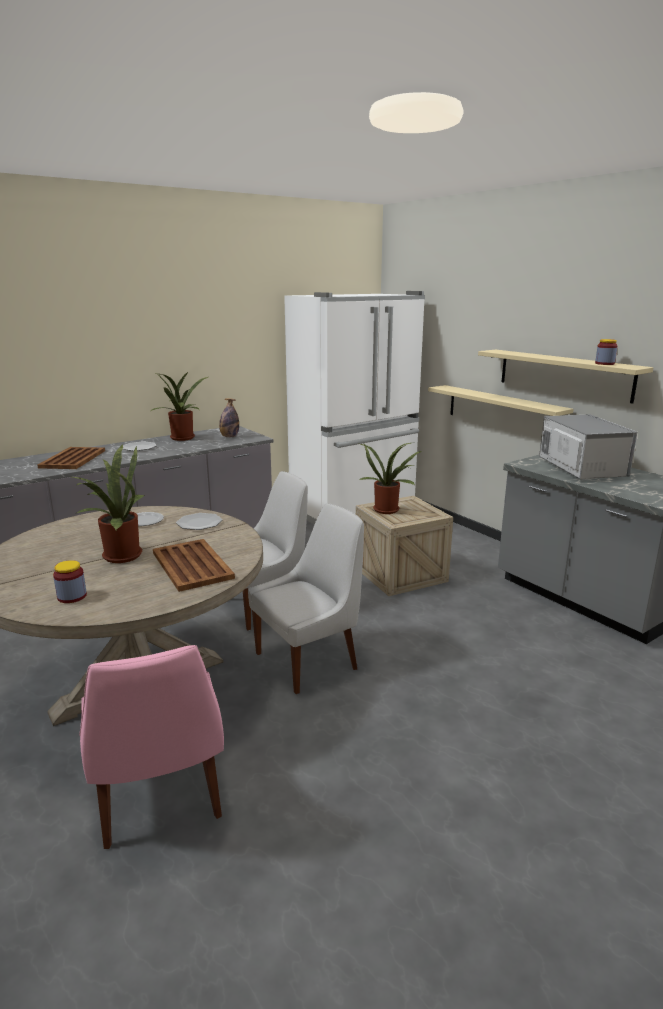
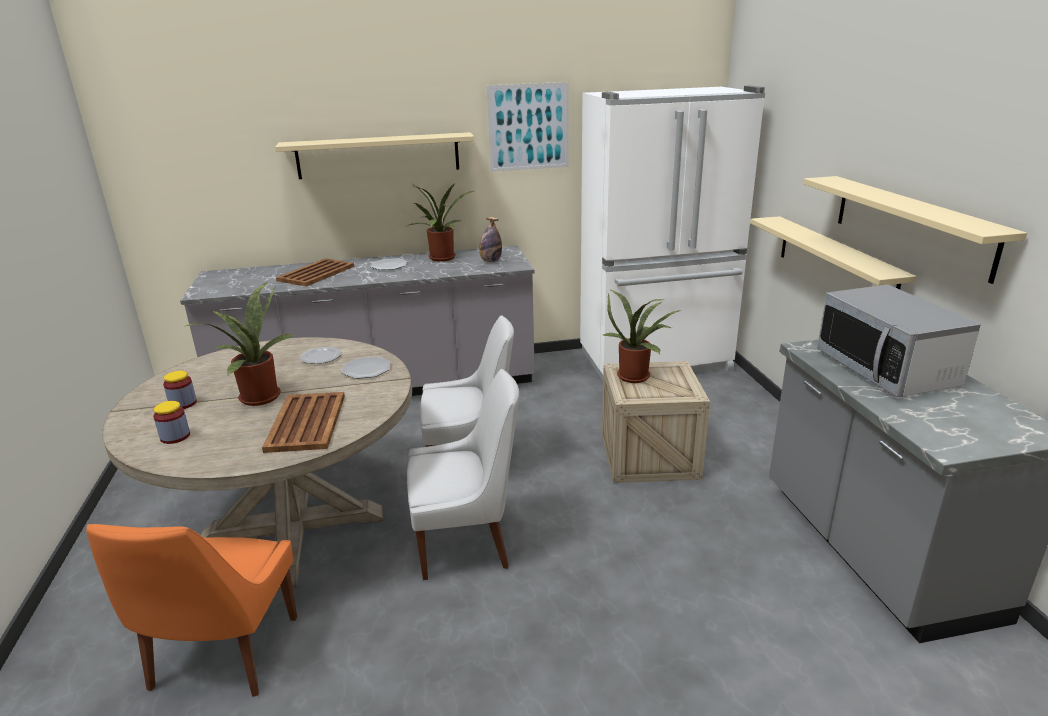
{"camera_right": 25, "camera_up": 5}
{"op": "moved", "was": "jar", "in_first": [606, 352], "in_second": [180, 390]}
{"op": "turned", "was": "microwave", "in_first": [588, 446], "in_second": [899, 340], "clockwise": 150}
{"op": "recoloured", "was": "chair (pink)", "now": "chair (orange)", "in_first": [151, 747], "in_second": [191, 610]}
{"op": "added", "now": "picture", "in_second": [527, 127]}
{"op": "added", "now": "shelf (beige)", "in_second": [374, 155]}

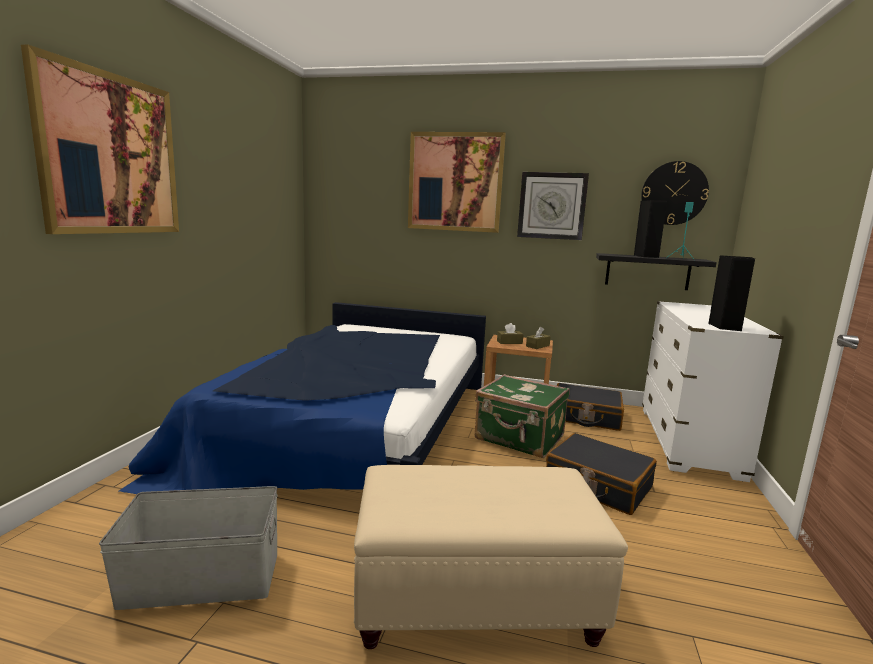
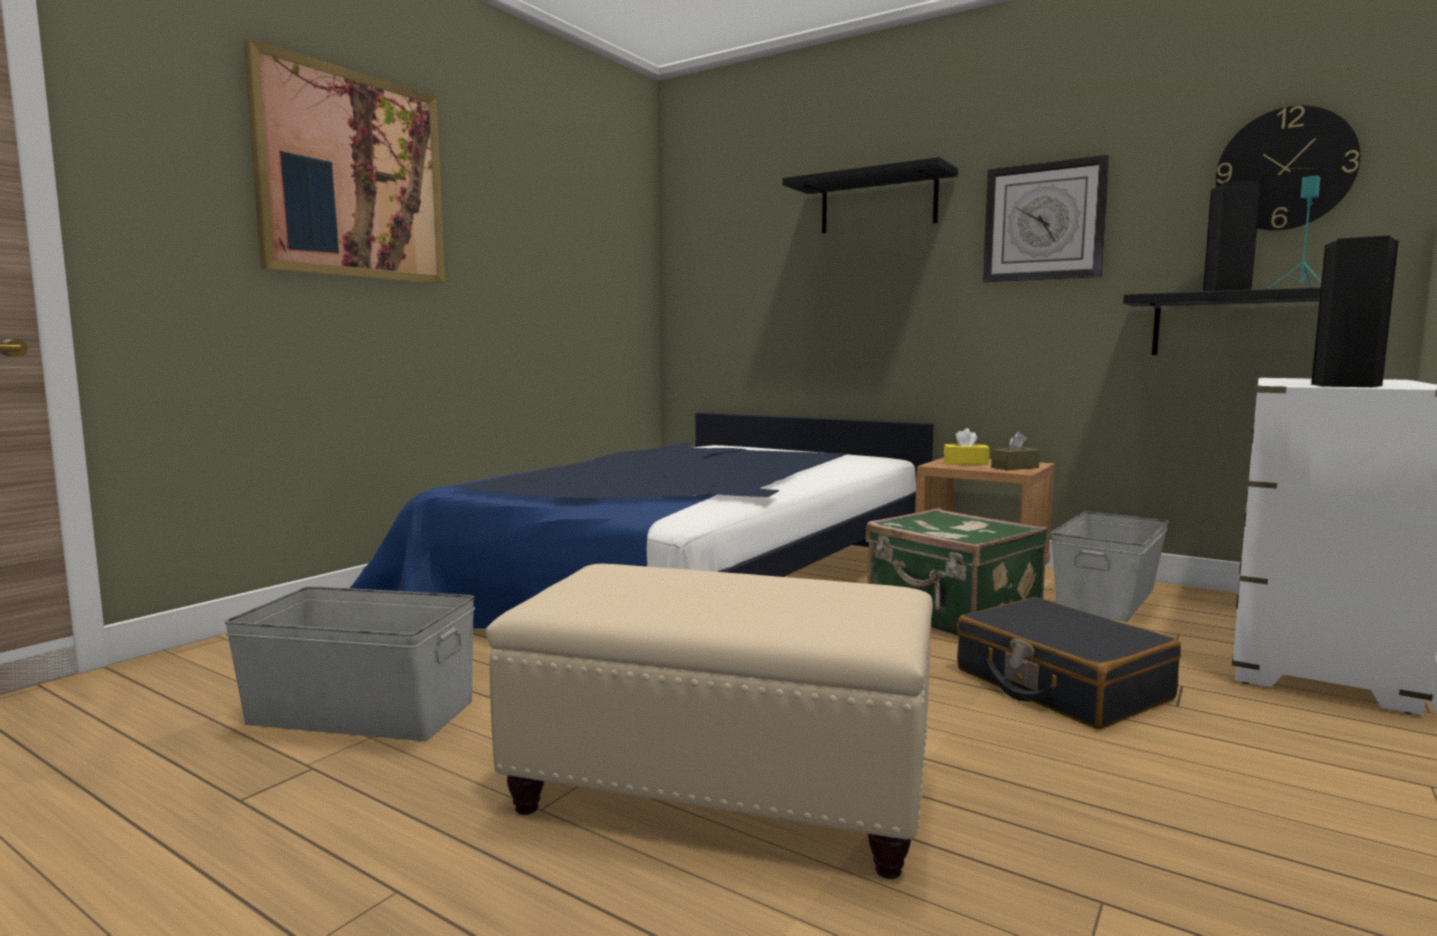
{"camera_right": 20, "camera_up": -5}
{"op": "replaced", "was": "picture", "now": "shelf (black)", "in_first": [457, 182], "in_second": [870, 195]}
{"op": "recoloured", "was": "tissue box (brown)", "now": "tissue box (yellow)", "in_first": [510, 333], "in_second": [967, 446]}
{"op": "replaced", "was": "suitcase (black)", "now": "storage box (grey)", "in_first": [590, 407], "in_second": [1110, 567]}

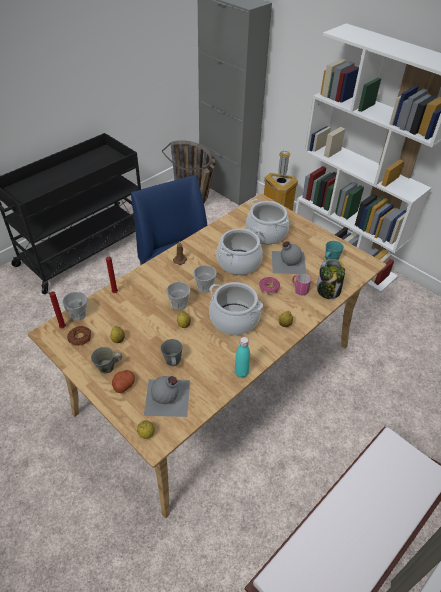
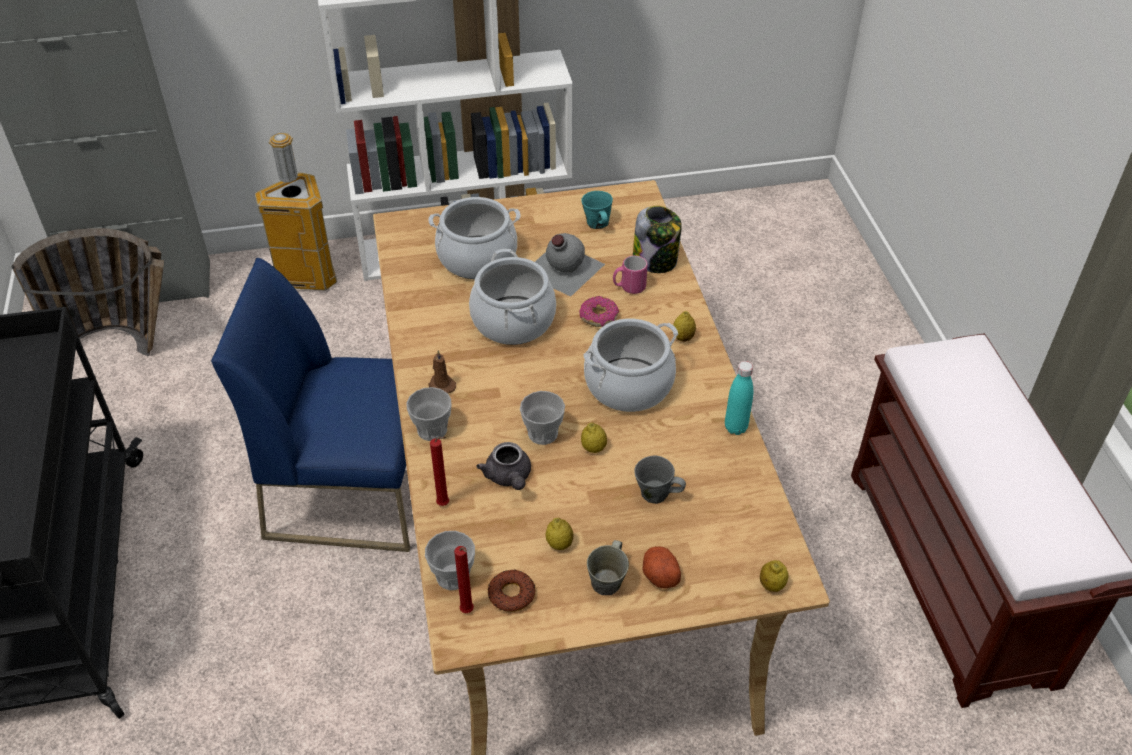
{"camera_right": -55, "camera_up": 0}
{"op": "moved", "was": "cup", "in_first": [204, 279], "in_second": [429, 414]}
{"op": "removed", "was": "bottle (grey)", "in_first": [167, 396]}
{"op": "added", "now": "teapot (grey)", "in_second": [503, 466]}

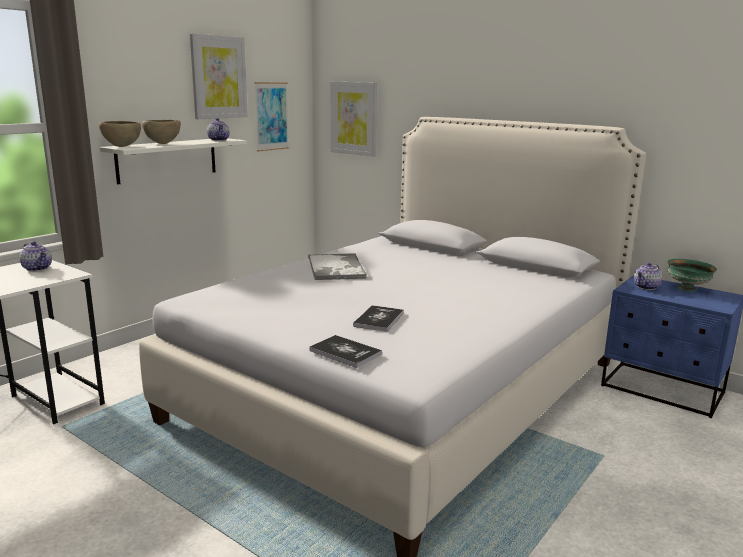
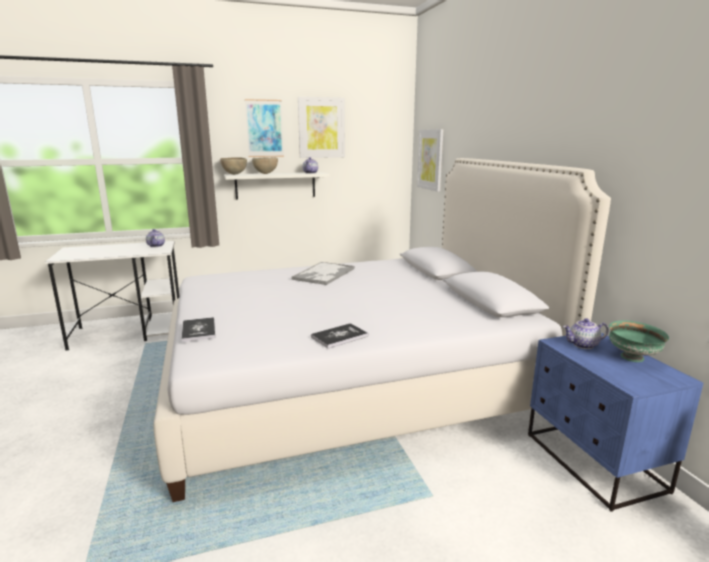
{"camera_right": 35, "camera_up": 0}
{"op": "moved", "was": "picture", "in_first": [271, 116], "in_second": [264, 128]}
{"op": "moved", "was": "book", "in_first": [378, 318], "in_second": [339, 336]}

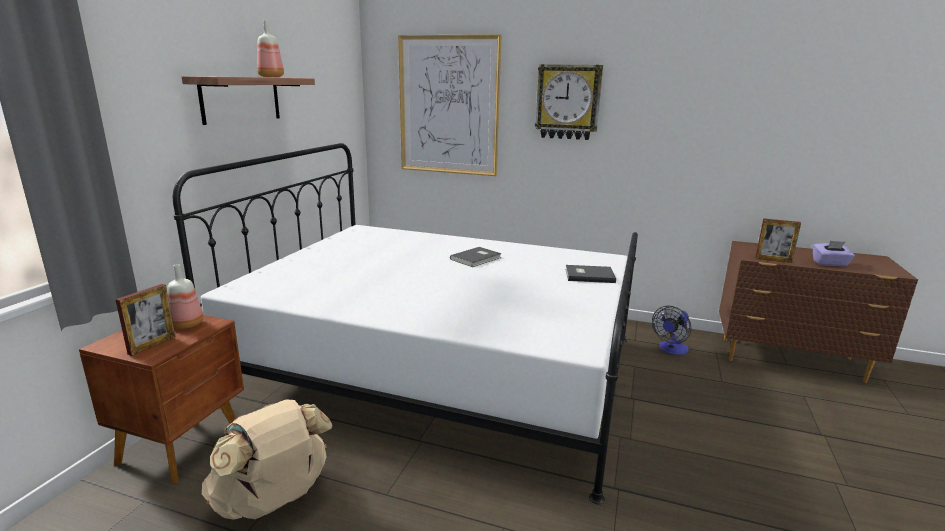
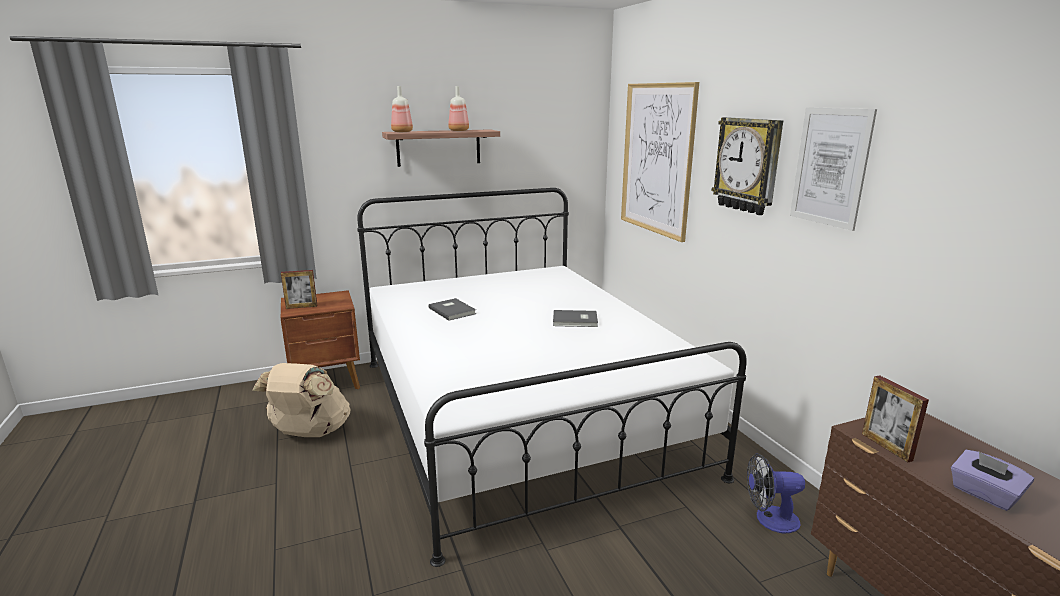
{"camera_right": 50, "camera_up": 0}
{"op": "moved", "was": "bottle", "in_first": [186, 296], "in_second": [402, 109]}
{"op": "moved", "was": "book (grey)", "in_first": [590, 274], "in_second": [452, 309]}
{"op": "added", "now": "picture", "in_second": [833, 169]}

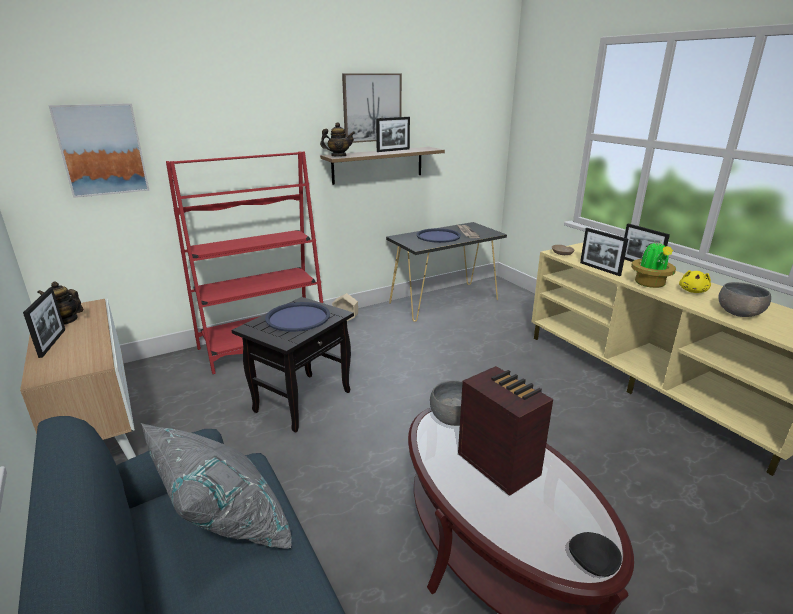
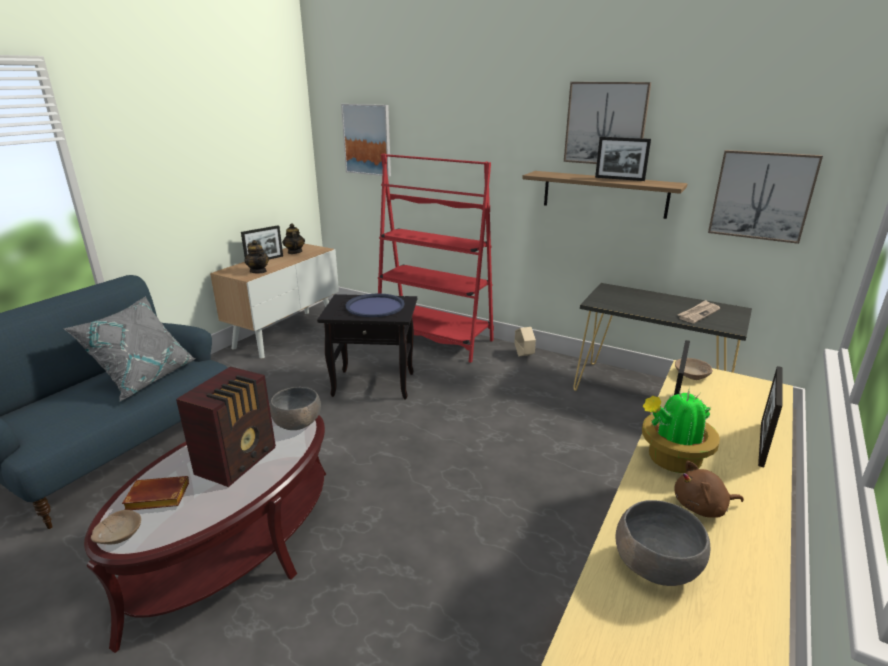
{"camera_right": 60, "camera_up": 0}
{"op": "moved", "was": "teapot", "in_first": [337, 139], "in_second": [256, 256]}
{"op": "removed", "was": "tray (blue)", "in_first": [438, 235]}
{"op": "recoloured", "was": "plush toy (yellow)", "now": "plush toy (brown)", "in_first": [695, 281], "in_second": [709, 489]}
{"op": "recoloured", "was": "bowl (black)", "now": "bowl (beige)", "in_first": [595, 554], "in_second": [116, 527]}
{"op": "added", "now": "picture", "in_second": [765, 197]}
{"op": "added", "now": "book (brown)", "in_second": [155, 493]}

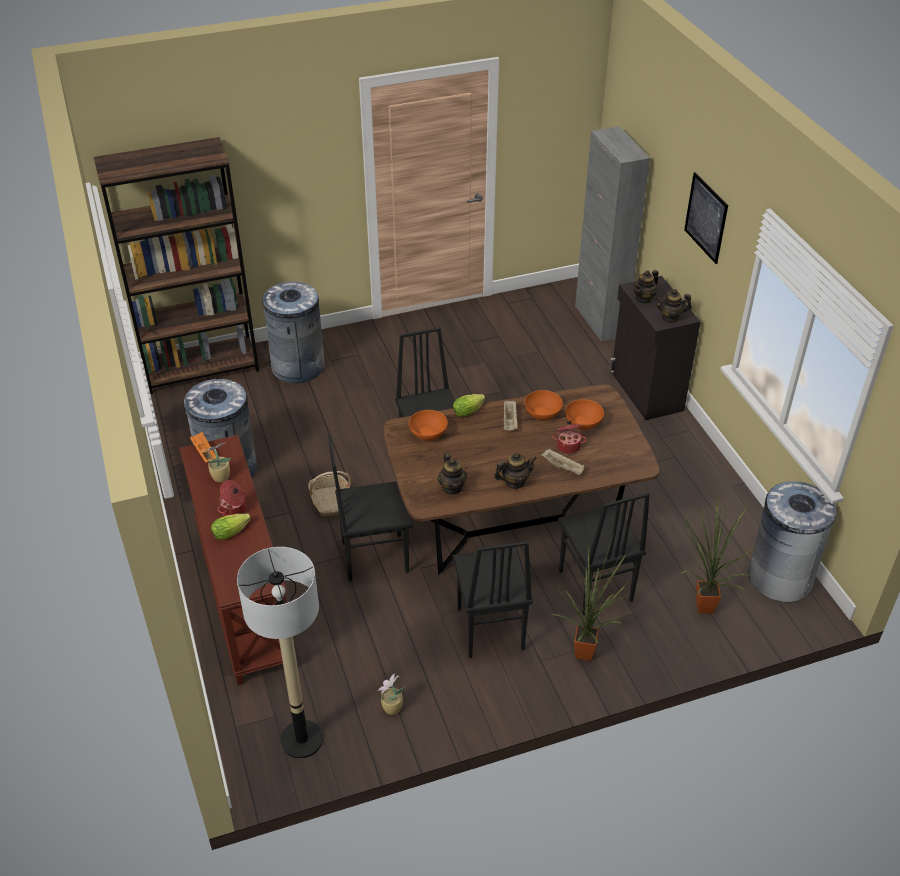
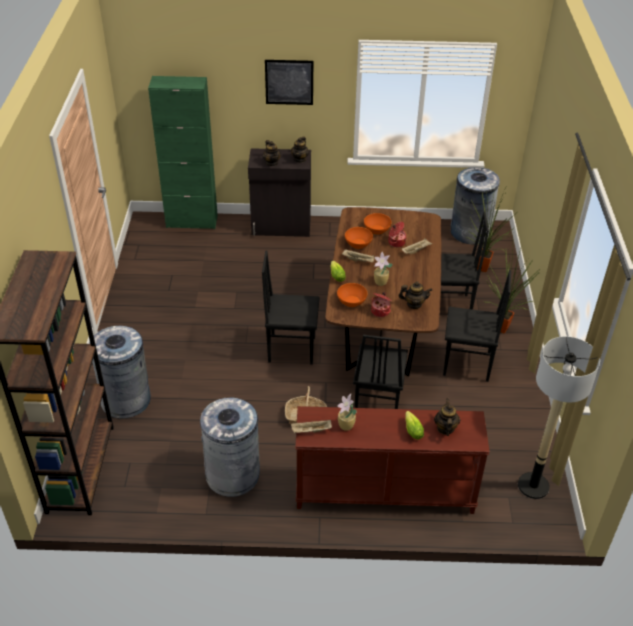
{"camera_right": -70, "camera_up": 0}
{"op": "recoloured", "was": "cabinet (grey)", "now": "cabinet (green)", "in_first": [612, 234], "in_second": [183, 152]}
{"op": "recoloured", "was": "tray (orange)", "now": "tray (beige)", "in_first": [203, 447], "in_second": [311, 426]}
{"op": "moved", "was": "teapot", "in_first": [515, 470], "in_second": [447, 417]}
{"op": "moved", "was": "cooking pot", "in_first": [232, 498], "in_second": [381, 304]}
{"op": "moved", "was": "potted plant", "in_first": [391, 694], "in_second": [383, 268]}

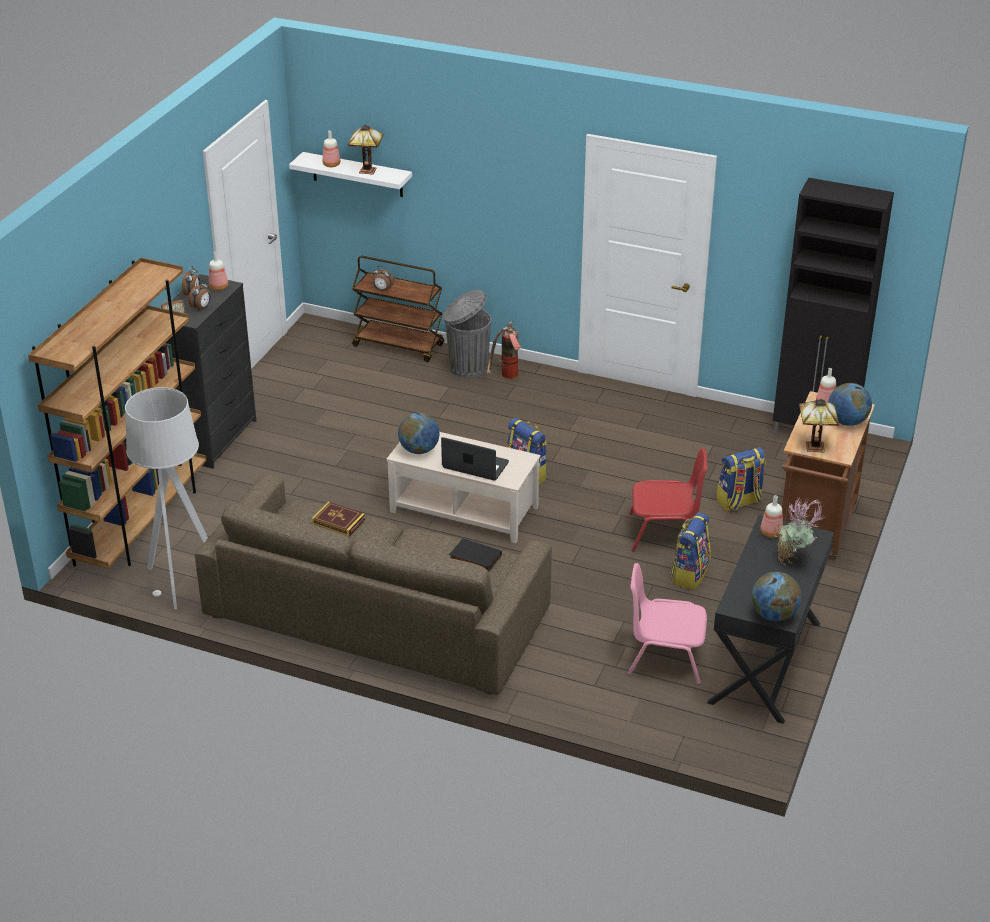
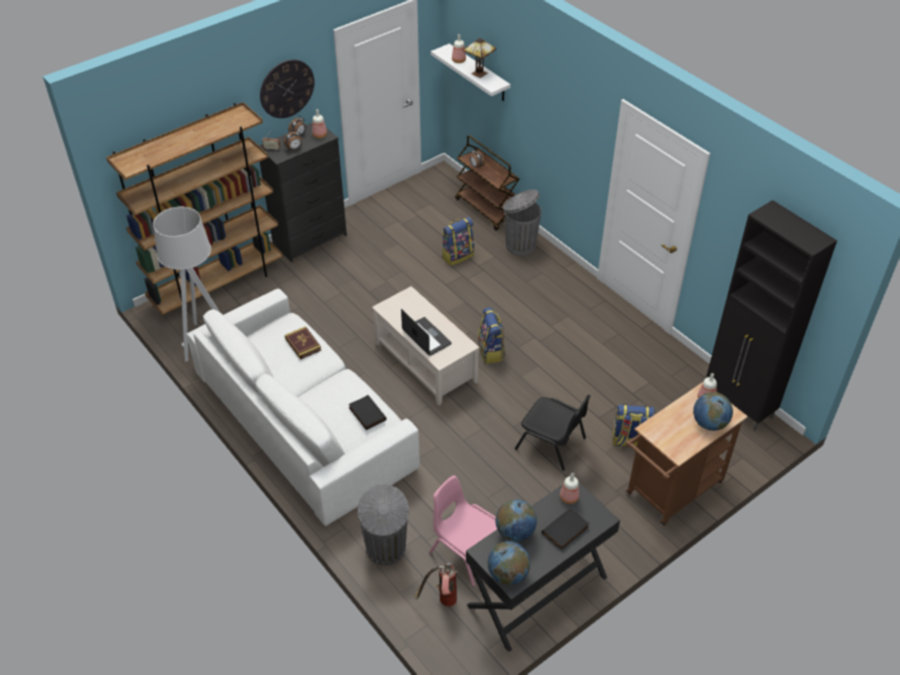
{"camera_right": 30, "camera_up": 10}
{"op": "moved", "was": "fire extinguisher", "in_first": [504, 350], "in_second": [437, 584]}
{"op": "removed", "was": "table lamp", "in_first": [819, 426]}
{"op": "moved", "was": "globe", "in_first": [419, 433], "in_second": [516, 520]}
{"op": "recoloured", "was": "chair (red)", "now": "chair (black)", "in_first": [668, 500], "in_second": [553, 433]}
{"op": "recoloured", "was": "sofa (brown)", "now": "sofa (white)", "in_first": [373, 584], "in_second": [303, 407]}
{"op": "replaced", "was": "potted plant", "now": "book (black)", "in_first": [798, 531], "in_second": [565, 529]}
{"op": "moved", "was": "backpack", "in_first": [690, 551], "in_second": [458, 241]}
{"op": "added", "now": "wall clock", "in_second": [287, 89]}
{"op": "added", "now": "trash can (grey)", "in_second": [383, 525]}

